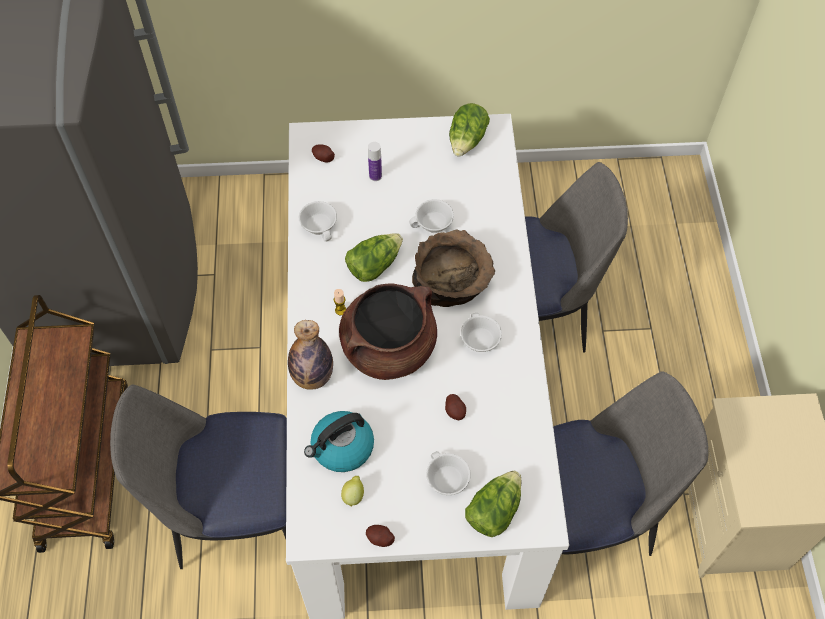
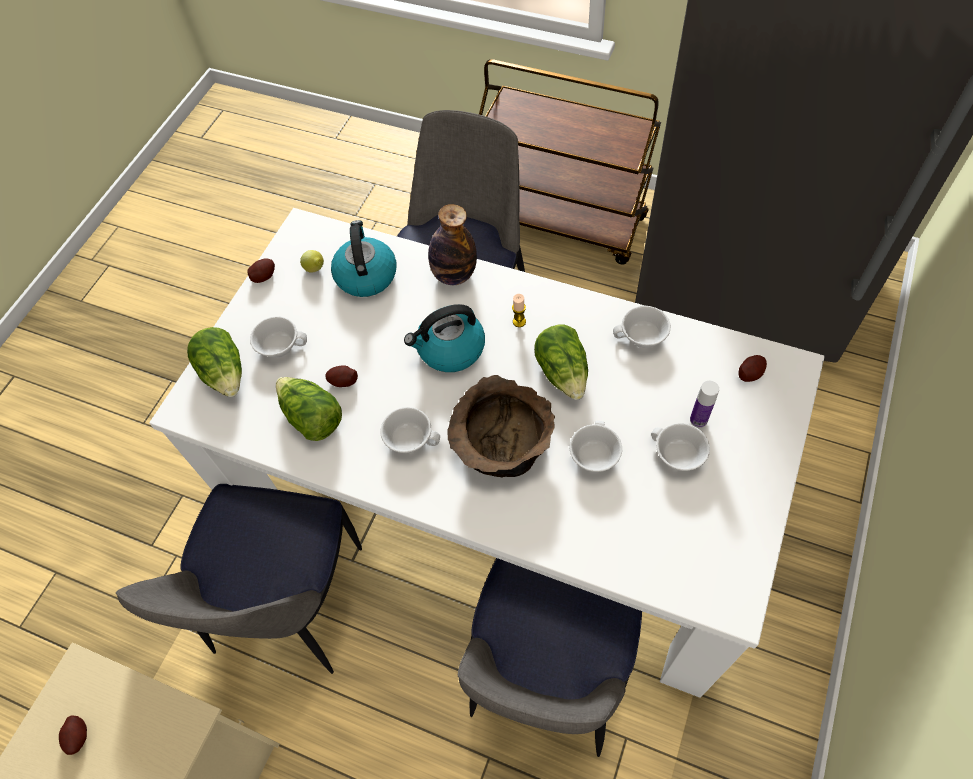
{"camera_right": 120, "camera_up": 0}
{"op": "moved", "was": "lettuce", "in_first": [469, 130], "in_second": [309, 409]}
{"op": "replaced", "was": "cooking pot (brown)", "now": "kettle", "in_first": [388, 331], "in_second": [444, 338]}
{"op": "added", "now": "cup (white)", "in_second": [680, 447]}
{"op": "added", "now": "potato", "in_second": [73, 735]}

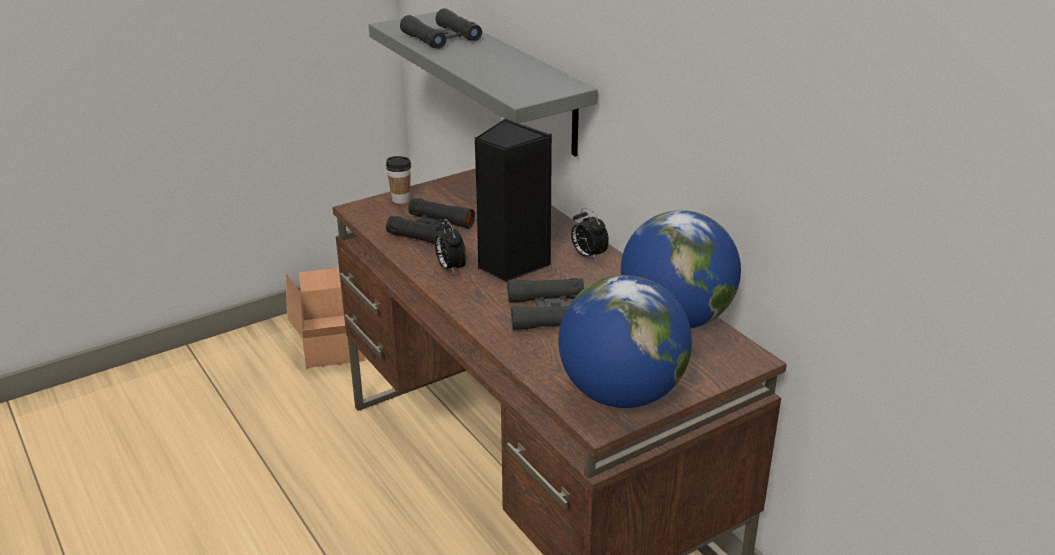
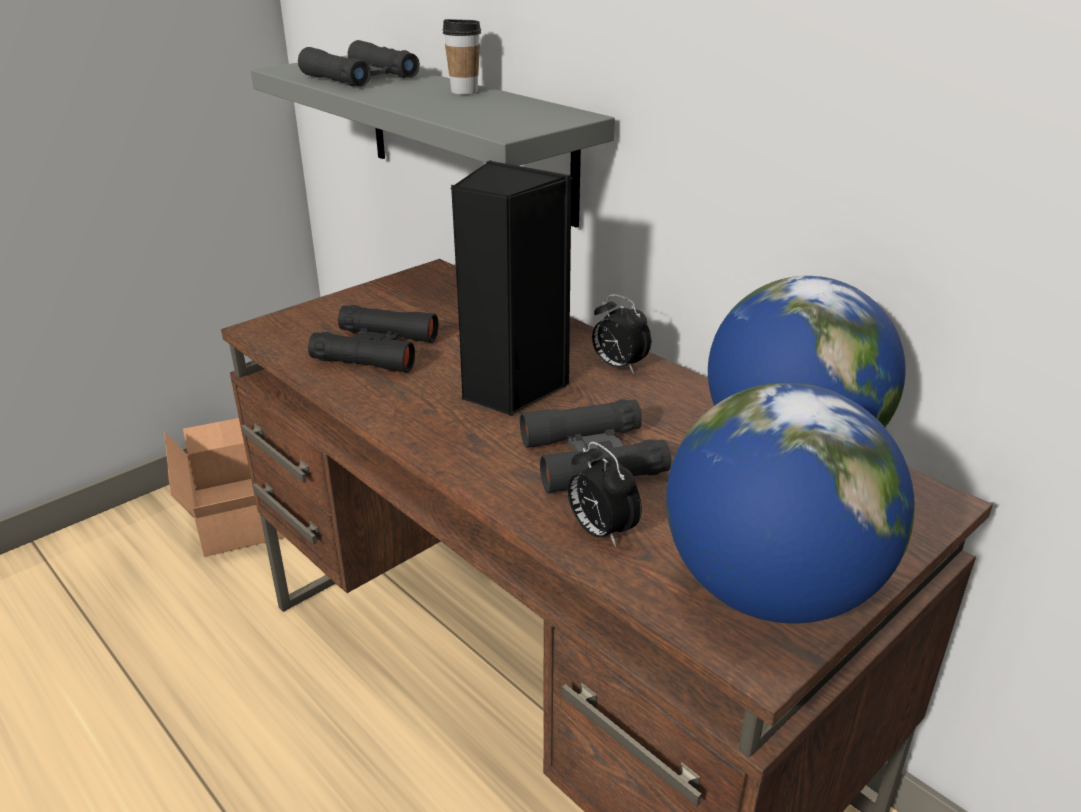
{"camera_right": -10, "camera_up": 0}
{"op": "moved", "was": "cup", "in_first": [398, 180], "in_second": [462, 57]}
{"op": "moved", "was": "alarm clock", "in_first": [450, 247], "in_second": [605, 494]}

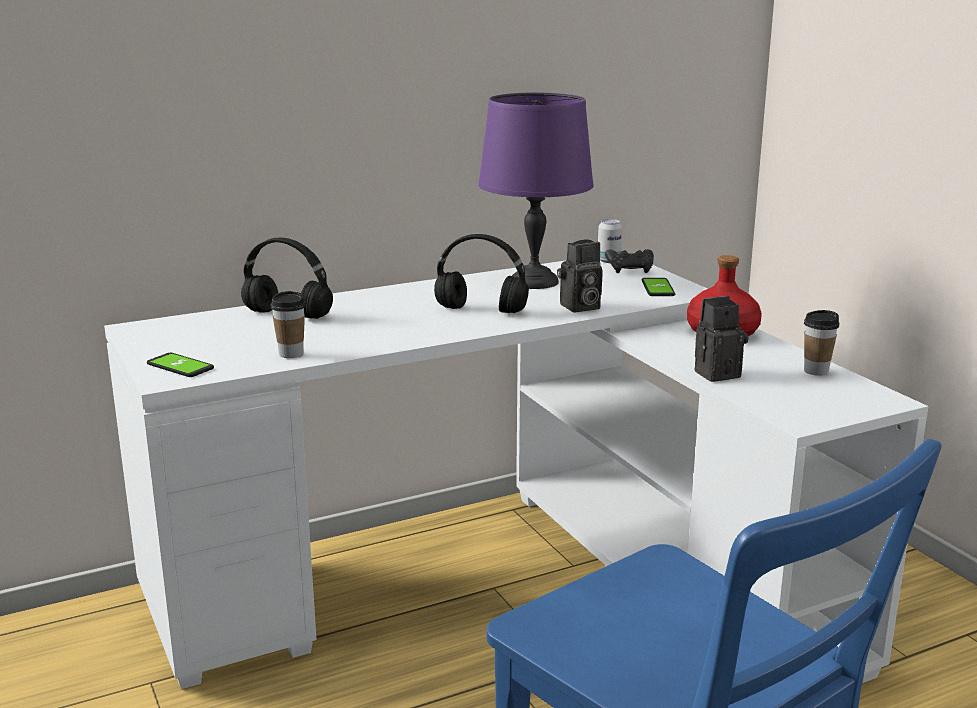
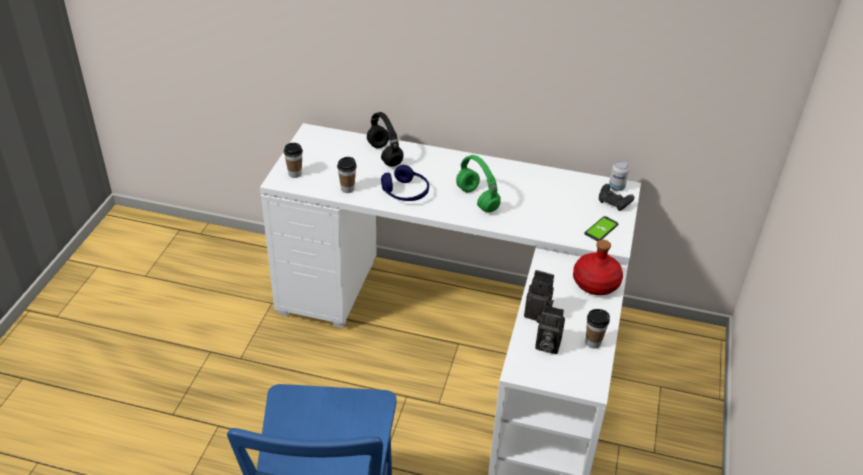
{"camera_right": 40, "camera_up": 20}
{"op": "removed", "was": "table lamp (purple)", "in_first": [536, 190]}
{"op": "recoloured", "was": "headphones (black)", "now": "headphones (green)", "in_first": [481, 273], "in_second": [478, 183]}
{"op": "moved", "was": "photo camera", "in_first": [580, 276], "in_second": [550, 329]}
{"op": "replaced", "was": "phone", "now": "cup", "in_first": [180, 365], "in_second": [293, 160]}
{"op": "added", "now": "headphones (blue)", "in_second": [405, 183]}

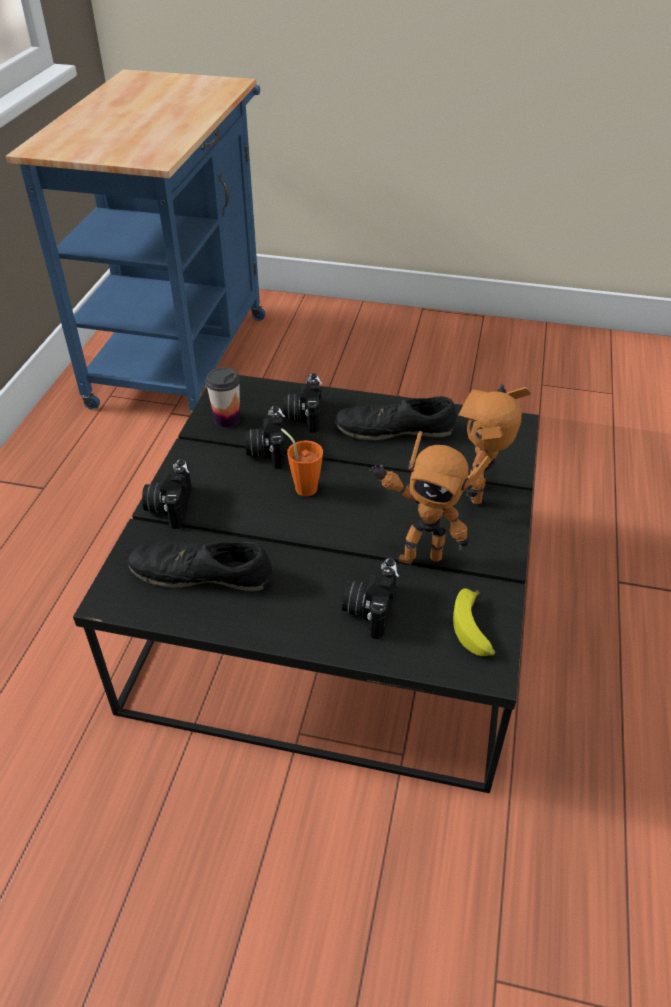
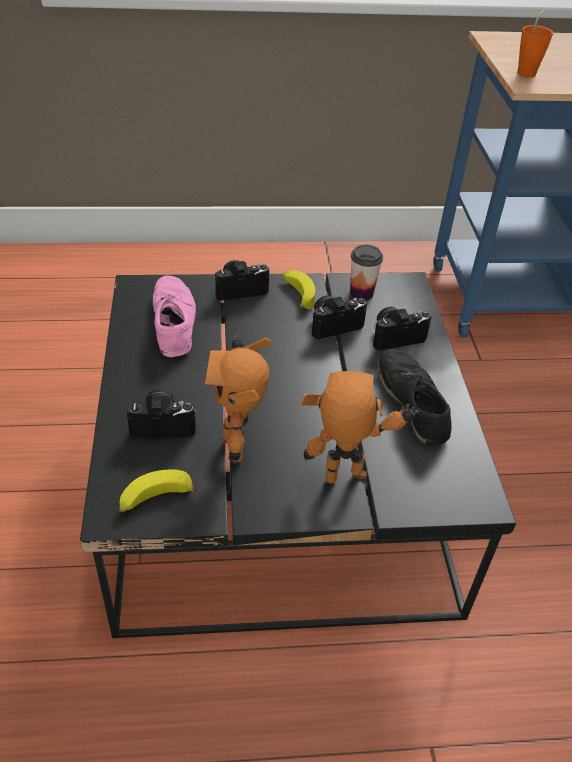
{"camera_right": 70, "camera_up": 0}
{"op": "moved", "was": "cup (orange)", "in_first": [302, 462], "in_second": [535, 43]}
{"op": "recoloured", "was": "shoe (black)", "now": "shoe (pink)", "in_first": [200, 564], "in_second": [174, 316]}
{"op": "added", "now": "banana", "in_second": [298, 289]}

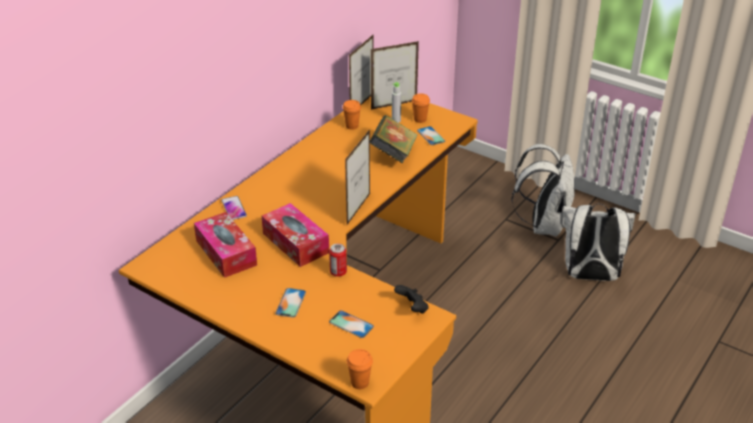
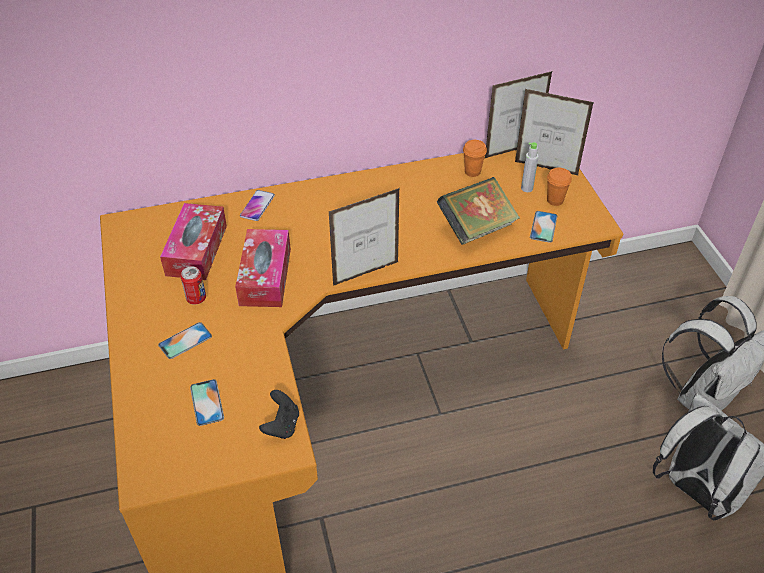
{"camera_right": 40, "camera_up": 10}
{"op": "moved", "was": "can", "in_first": [338, 260], "in_second": [193, 285]}
{"op": "removed", "was": "cup (orange)", "in_first": [360, 369]}

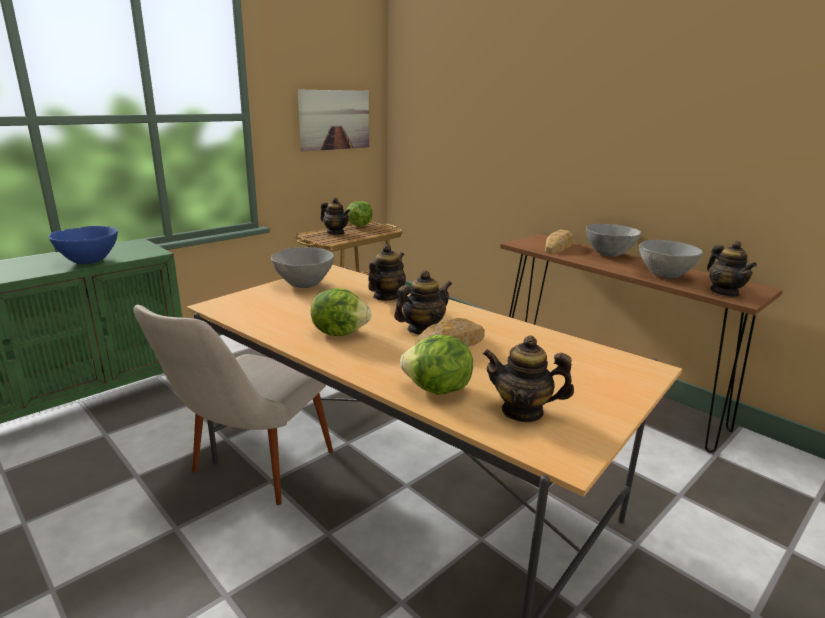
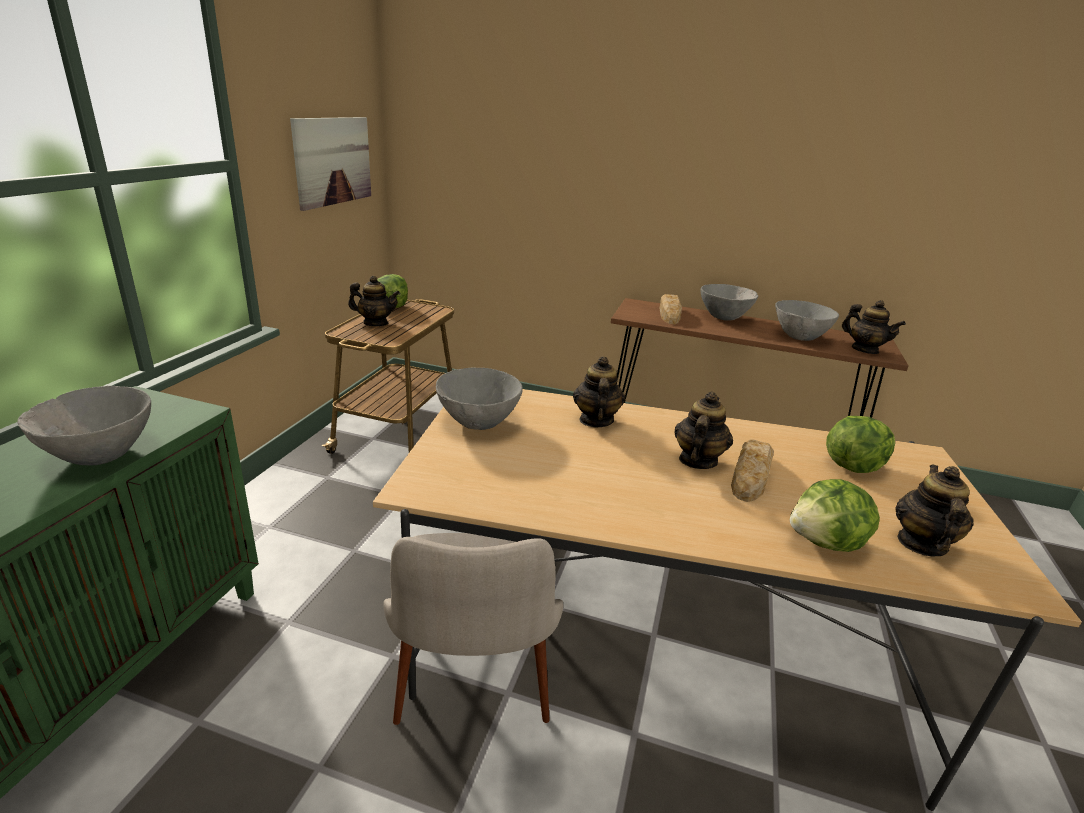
{"camera_right": -30, "camera_up": 5}
{"op": "recoloured", "was": "bowl (blue)", "now": "bowl (grey)", "in_first": [83, 245], "in_second": [84, 425]}
{"op": "moved", "was": "lettuce", "in_first": [341, 312], "in_second": [860, 444]}
{"op": "turned", "was": "teapot", "in_first": [528, 379], "in_second": [934, 510], "clockwise": 120}

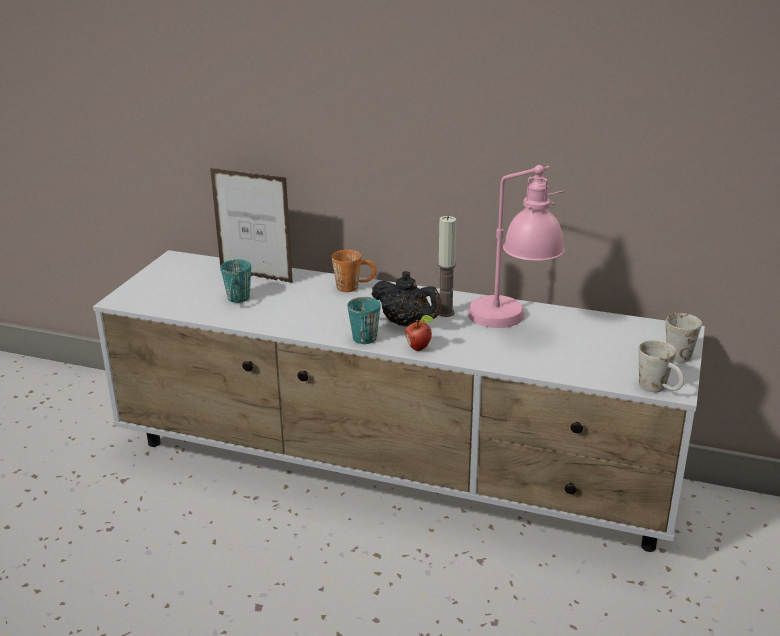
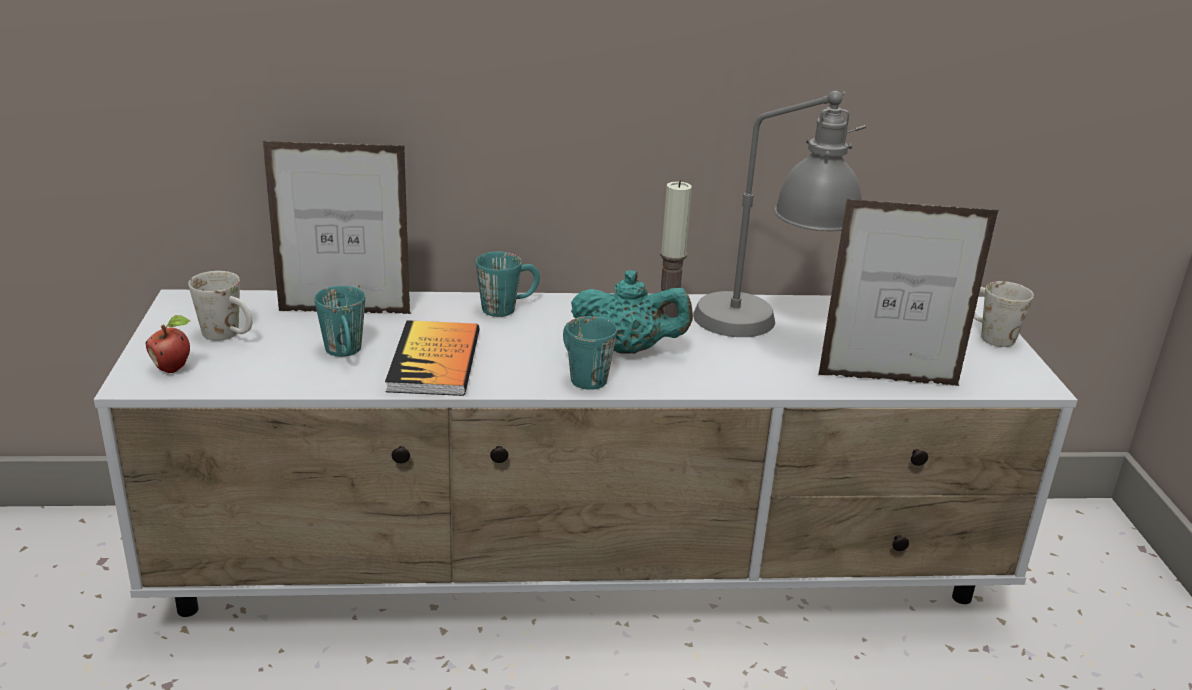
{"camera_right": -25, "camera_up": 0}
{"op": "recoloured", "was": "table lamp (pink)", "now": "table lamp (grey)", "in_first": [516, 246], "in_second": [779, 214]}
{"op": "recoloured", "was": "mug (orange)", "now": "mug (turquoise)", "in_first": [354, 271], "in_second": [508, 284]}
{"op": "recoloured", "was": "teapot (black)", "now": "teapot (turquoise)", "in_first": [406, 299], "in_second": [632, 312]}
{"op": "moved", "was": "apple", "in_first": [419, 333], "in_second": [167, 344]}
{"op": "moved", "was": "mug (white)", "in_first": [661, 366], "in_second": [220, 306]}
{"op": "added", "now": "picture frame", "in_second": [908, 292]}
{"op": "added", "now": "book", "in_second": [432, 358]}

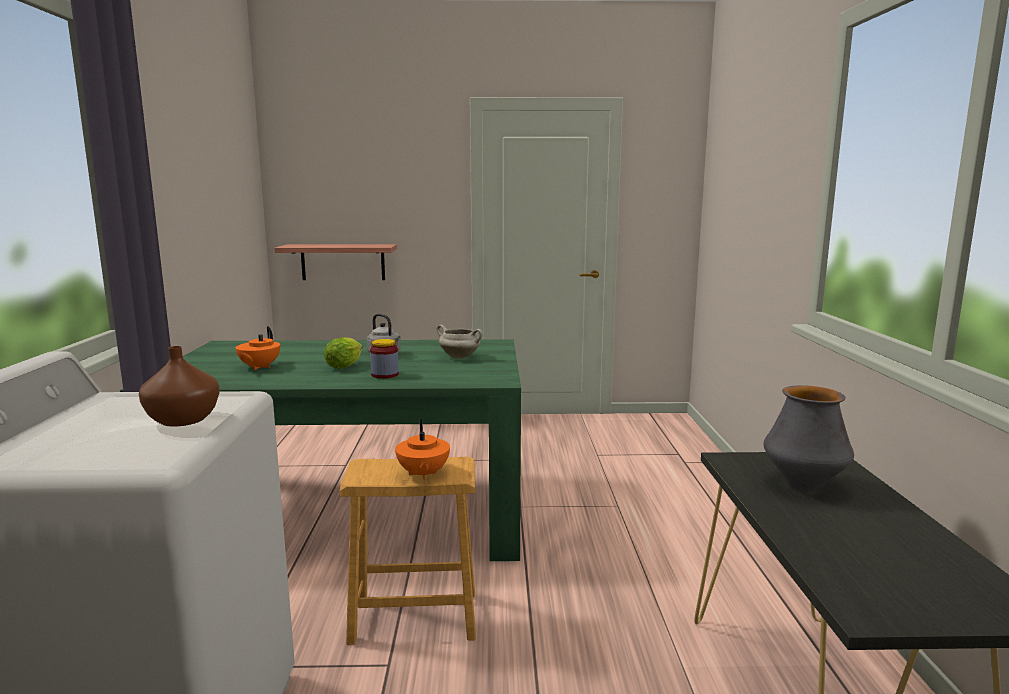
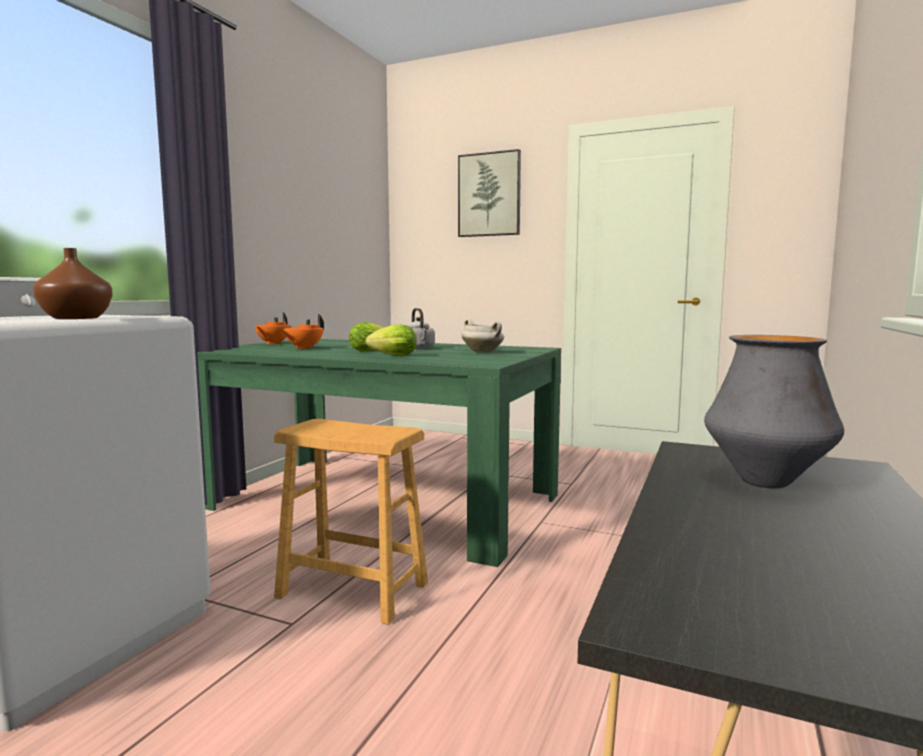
{"camera_right": 25, "camera_up": -5}
{"op": "removed", "was": "shelf", "in_first": [336, 262]}
{"op": "replaced", "was": "jar", "now": "lettuce", "in_first": [384, 359], "in_second": [390, 340]}
{"op": "moved", "was": "teapot (orange)", "in_first": [422, 449], "in_second": [273, 328]}
{"op": "added", "now": "picture", "in_second": [489, 193]}

